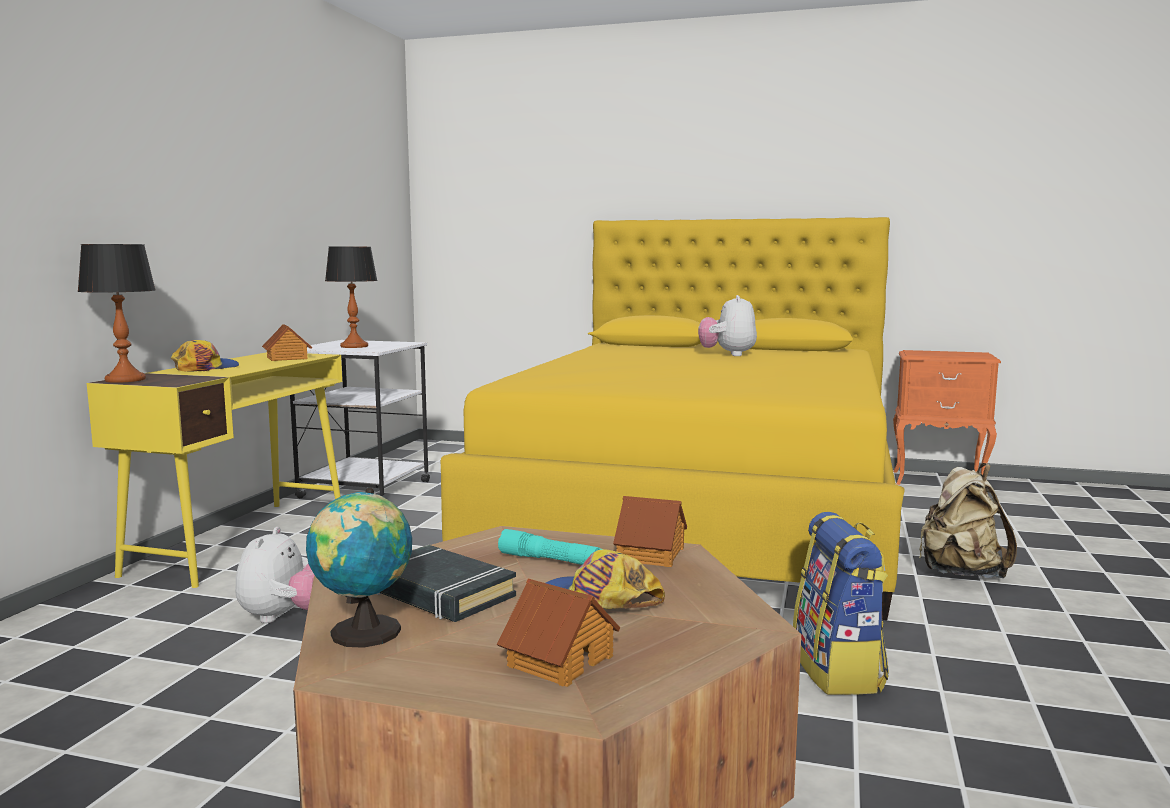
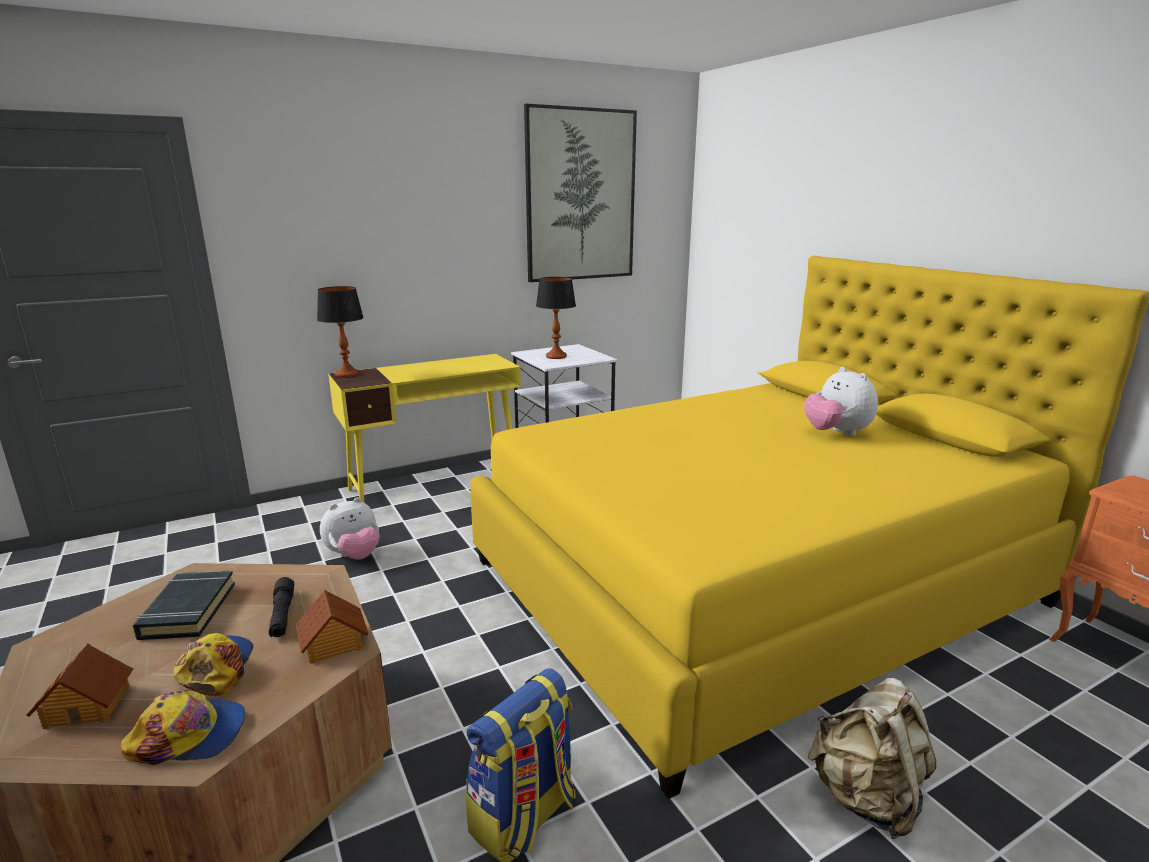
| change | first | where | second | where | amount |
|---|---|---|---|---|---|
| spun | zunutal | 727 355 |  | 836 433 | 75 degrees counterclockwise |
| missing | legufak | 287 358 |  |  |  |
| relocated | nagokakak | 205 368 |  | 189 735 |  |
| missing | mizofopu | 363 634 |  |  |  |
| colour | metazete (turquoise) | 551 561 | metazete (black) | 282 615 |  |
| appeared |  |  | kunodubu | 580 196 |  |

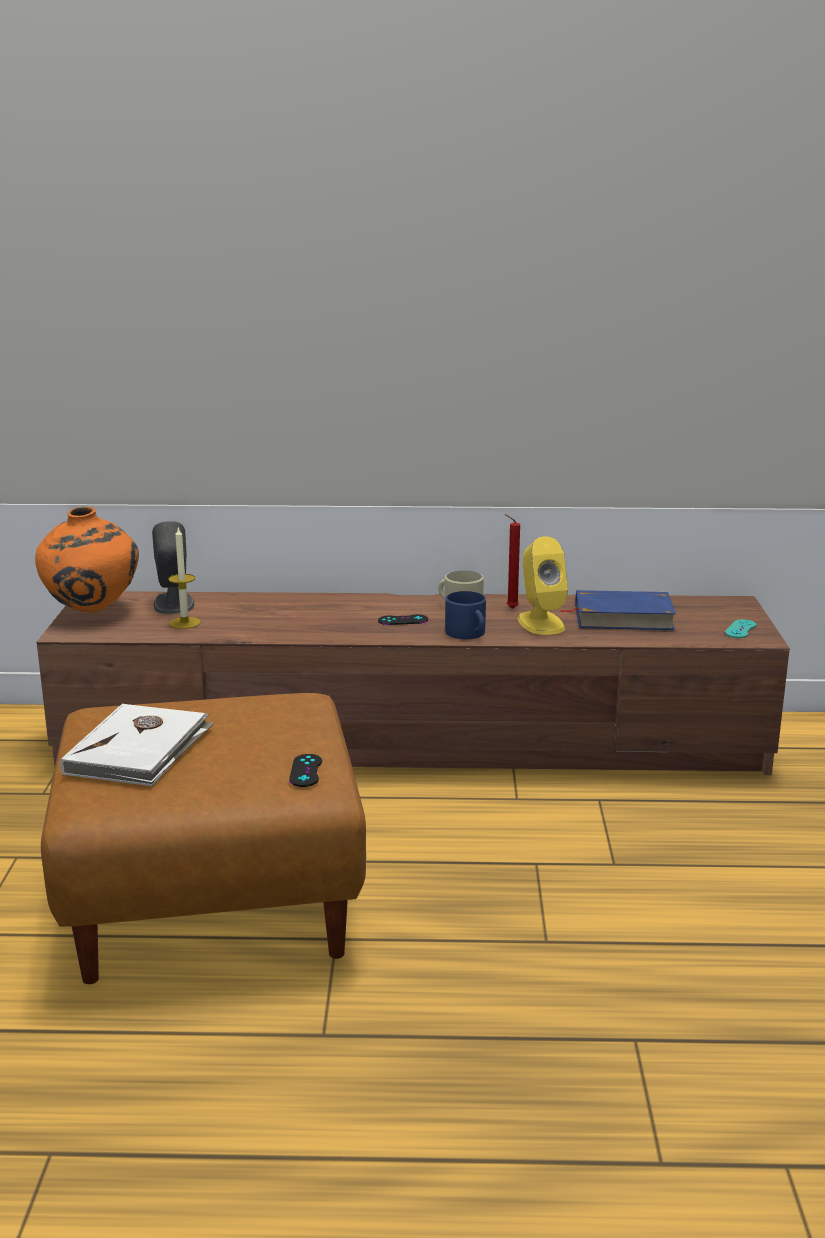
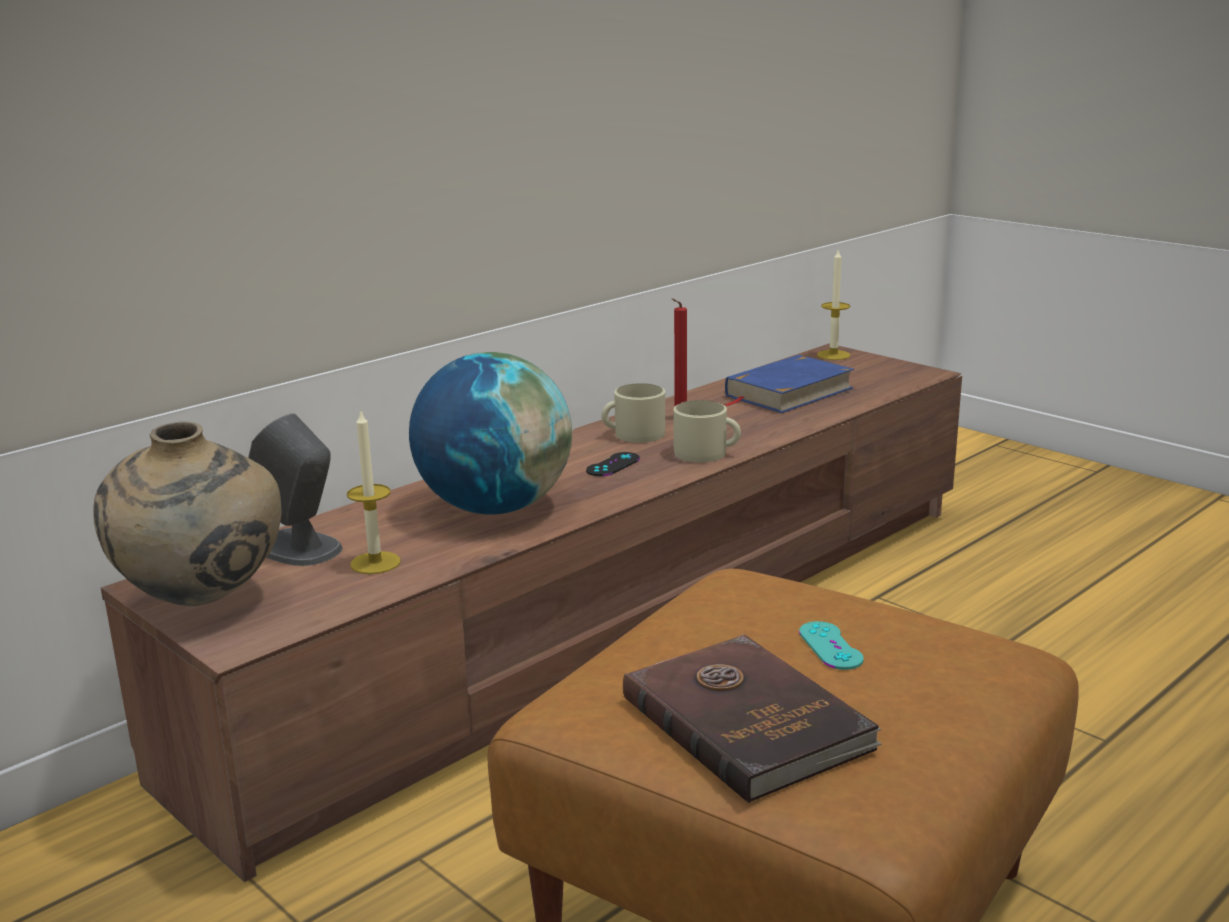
| change | first | where | second | where | amount |
|---|---|---|---|---|---|
| colour | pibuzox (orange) | 93 611 | pibuzox (beige) | 204 601 |  |
| missing | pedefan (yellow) | 540 623 |  |  |  |
| colour | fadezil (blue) | 468 633 | fadezil (beige) | 707 453 |  |
| relocated | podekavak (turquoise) | 740 629 |  | 830 646 |  |
| colour | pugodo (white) | 140 750 | pugodo (brown) | 747 720 |  |
| missing | podekavak (black) | 305 771 |  |  |  |
| appeared |  |  | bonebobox | 833 355 |  |
| appeared |  |  | mizofopu | 495 507 |  |

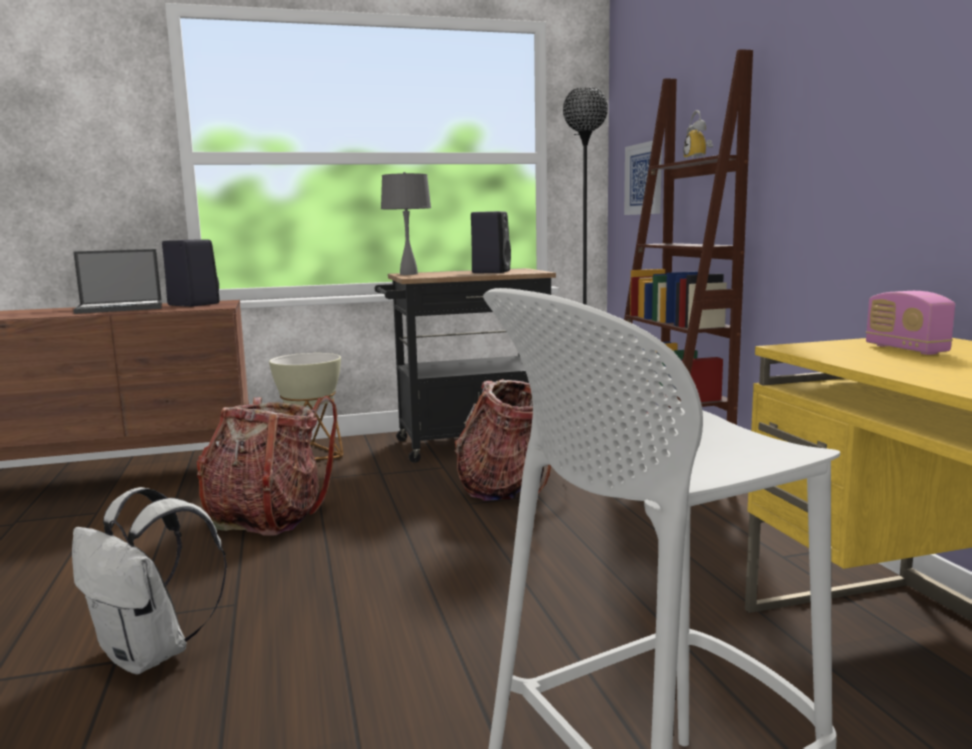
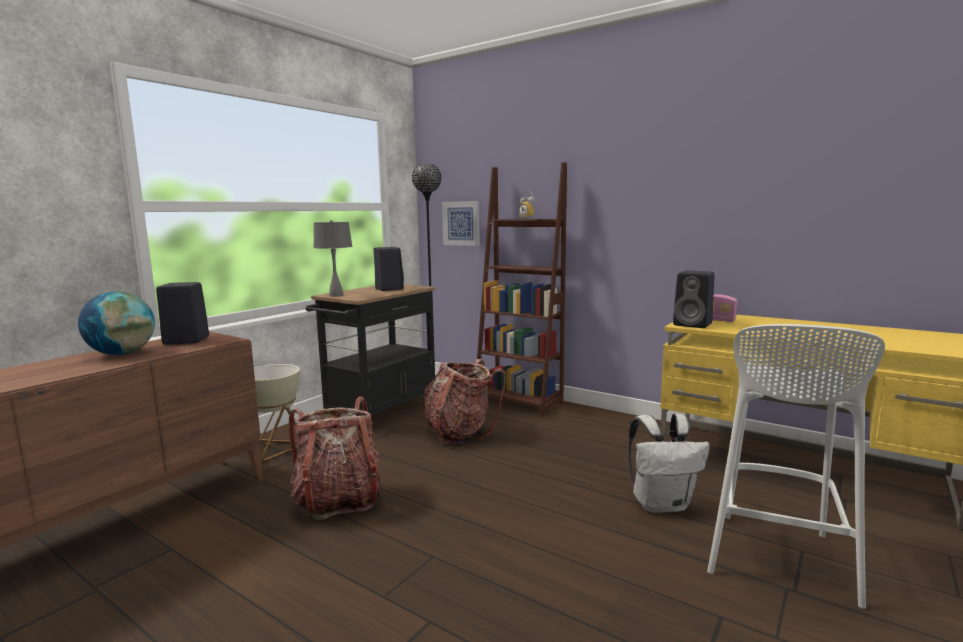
| change | first | where | second | where | amount |
|---|---|---|---|---|---|
| exchanged | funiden | 121 308 | mizofopu | 122 354 |  |
| relocated | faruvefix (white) | 151 654 |  | 662 504 |  |
| appeared |  |  | pedefan (black) | 694 324 |  |

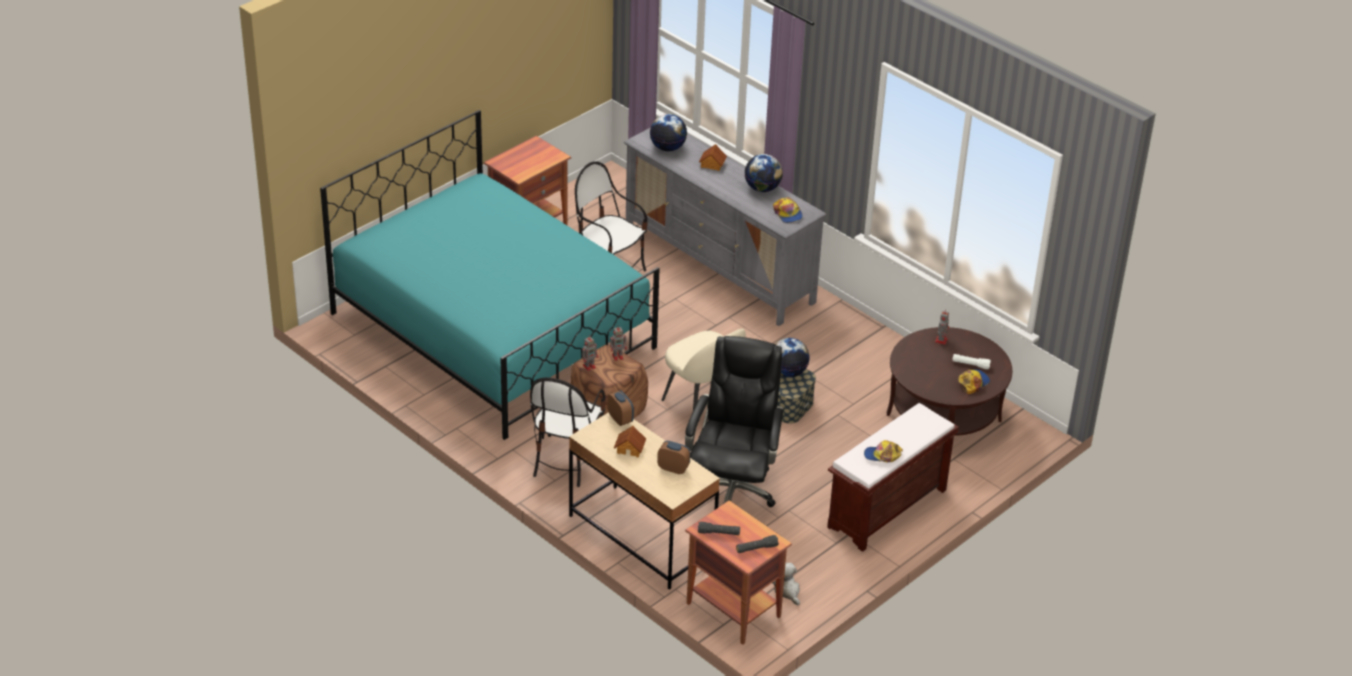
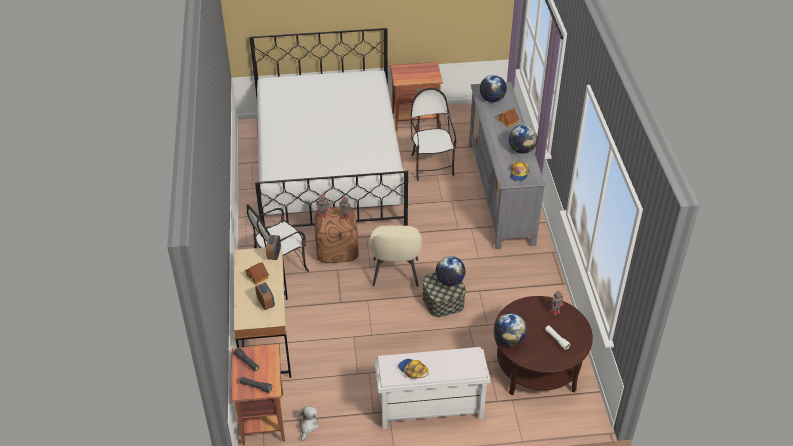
| change | first | where | second | where | amount |
|---|---|---|---|---|---|
| colour | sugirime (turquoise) | 492 330 | sugirime (white) | 329 169 |  |
| missing | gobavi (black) | 732 491 |  |  |  |
| missing | nagokakak | 973 382 |  |  |  |
| colour | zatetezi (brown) | 886 510 | zatetezi (white) | 429 409 |  |
| appeared |  |  | mizofopu | 509 340 |  |

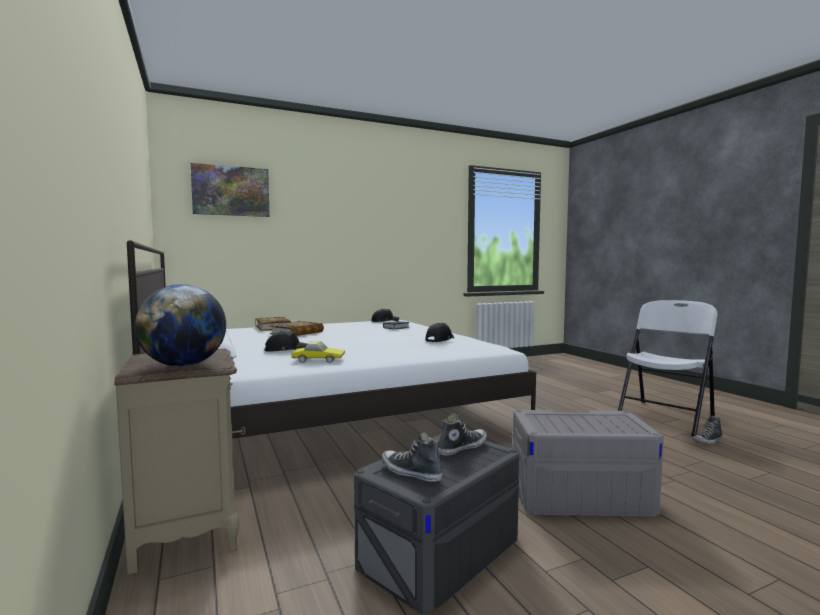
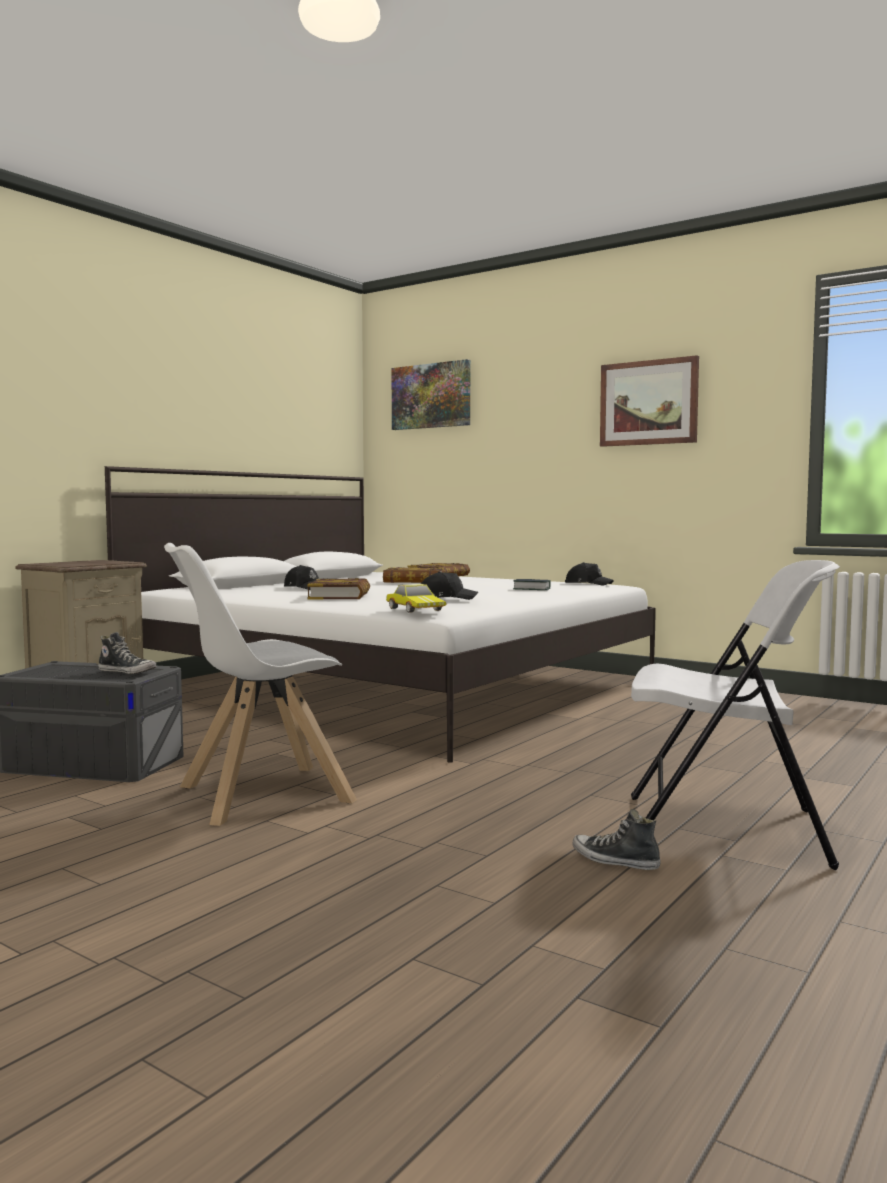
| change | first | where | second | where | amount |
|---|---|---|---|---|---|
| missing | mizofopu | 184 365 |  |  |  |
| relocated | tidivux | 318 359 |  | 416 609 |  |
| exchanged | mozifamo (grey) | 580 495 | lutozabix | 260 795 |  |
| missing | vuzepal | 410 472 |  |  |  |
| appeared |  |  | kunodubu | 648 403 |  |
| appeared |  |  | pugodo | 340 596 |  |

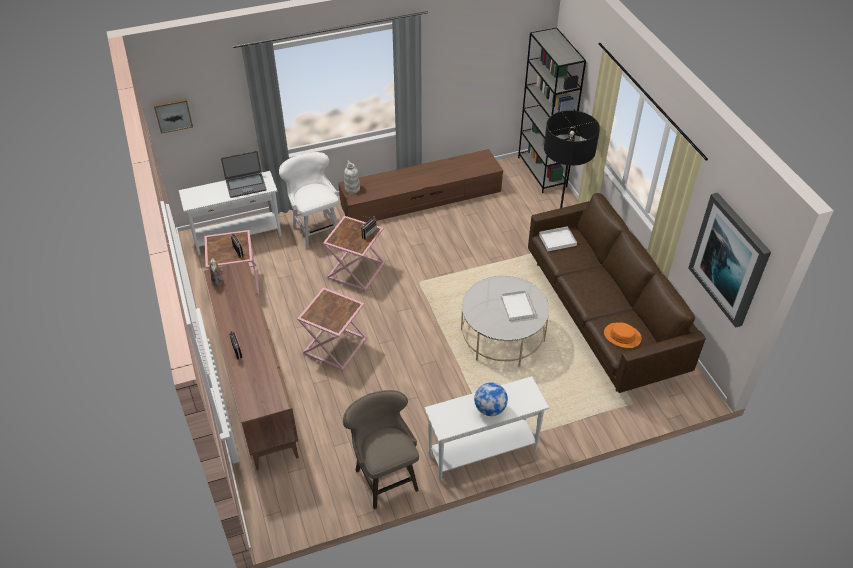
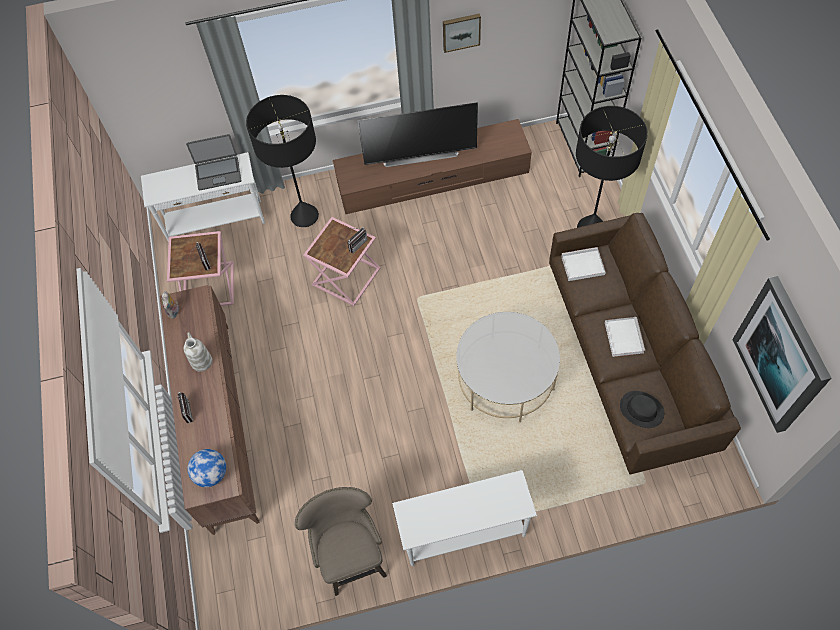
| change | first | where | second | where | amount |
|---|---|---|---|---|---|
| relocated | kunodubu | 173 115 |  | 461 31 |  |
| exchanged | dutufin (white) | 315 230 | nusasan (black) | 305 217 |  |
| relocated | pibuzox (white) | 352 189 |  | 201 361 |  |
| missing | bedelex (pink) | 335 347 |  |  |  |
| relocated | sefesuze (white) | 517 306 |  | 623 337 |  |
| colour | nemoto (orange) | 622 336 | nemoto (black) | 641 410 |  |
| relocated | mizofopu | 490 409 |  | 211 474 |  |
| appeared |  |  | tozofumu | 420 154 |  |

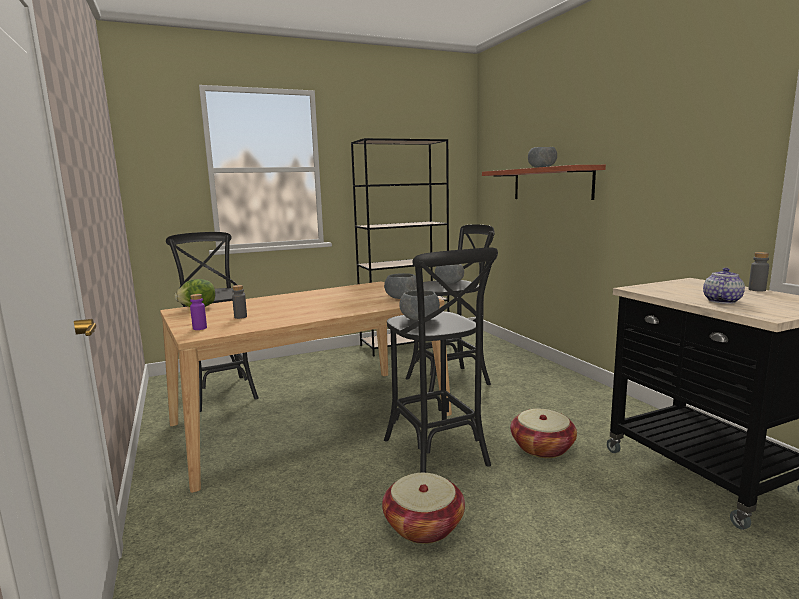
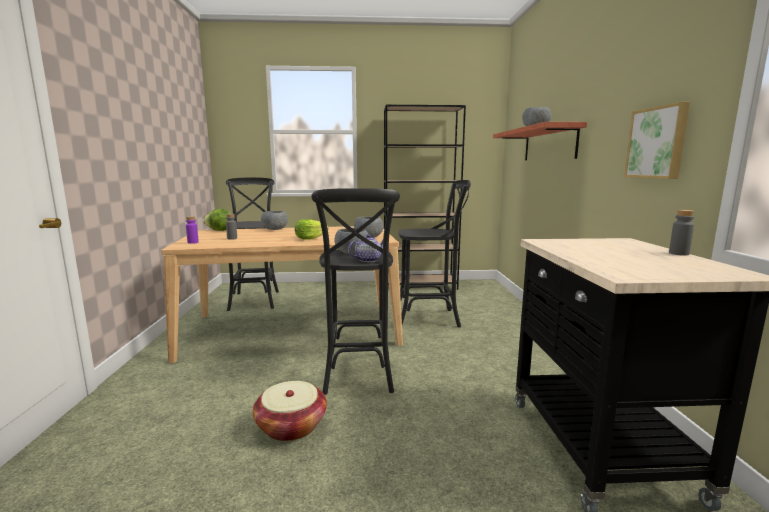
| change | first | where | second | where | amount |
|---|---|---|---|---|---|
| relocated | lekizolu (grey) | 449 283 |  | 275 229 |  |
| relocated | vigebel | 721 301 |  | 368 260 |  |
| missing | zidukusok | 542 448 |  |  |  |
| appeared |  |  | kunodubu | 657 143 |  |
| appeared |  |  | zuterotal | 310 238 |  |

